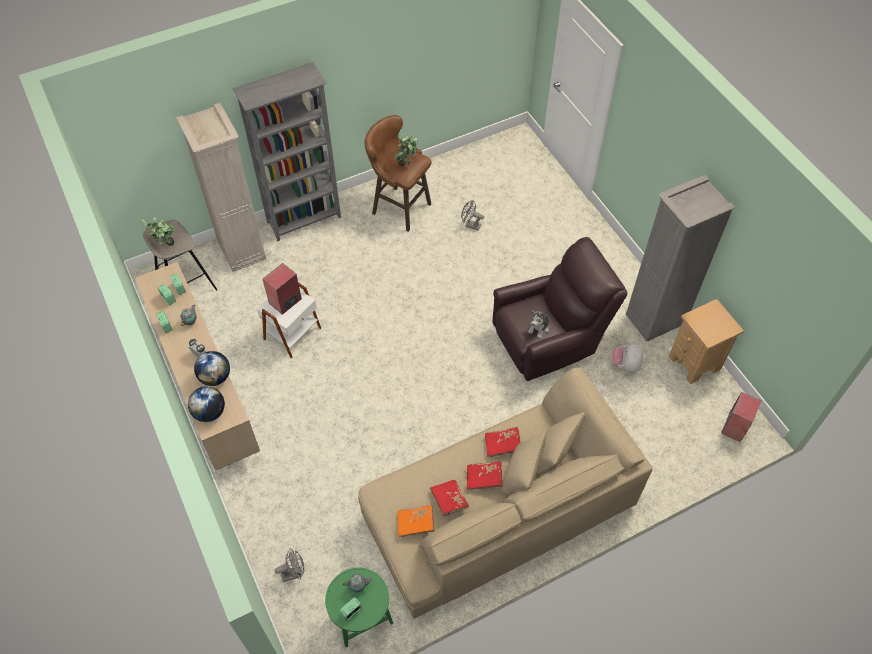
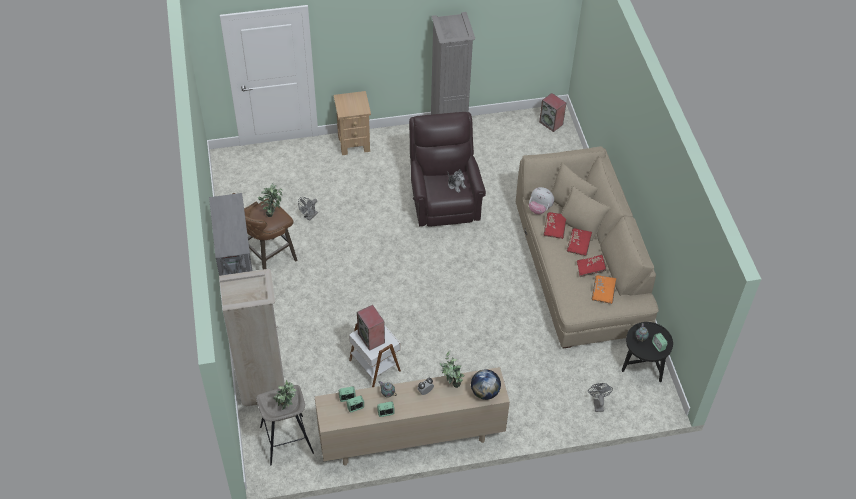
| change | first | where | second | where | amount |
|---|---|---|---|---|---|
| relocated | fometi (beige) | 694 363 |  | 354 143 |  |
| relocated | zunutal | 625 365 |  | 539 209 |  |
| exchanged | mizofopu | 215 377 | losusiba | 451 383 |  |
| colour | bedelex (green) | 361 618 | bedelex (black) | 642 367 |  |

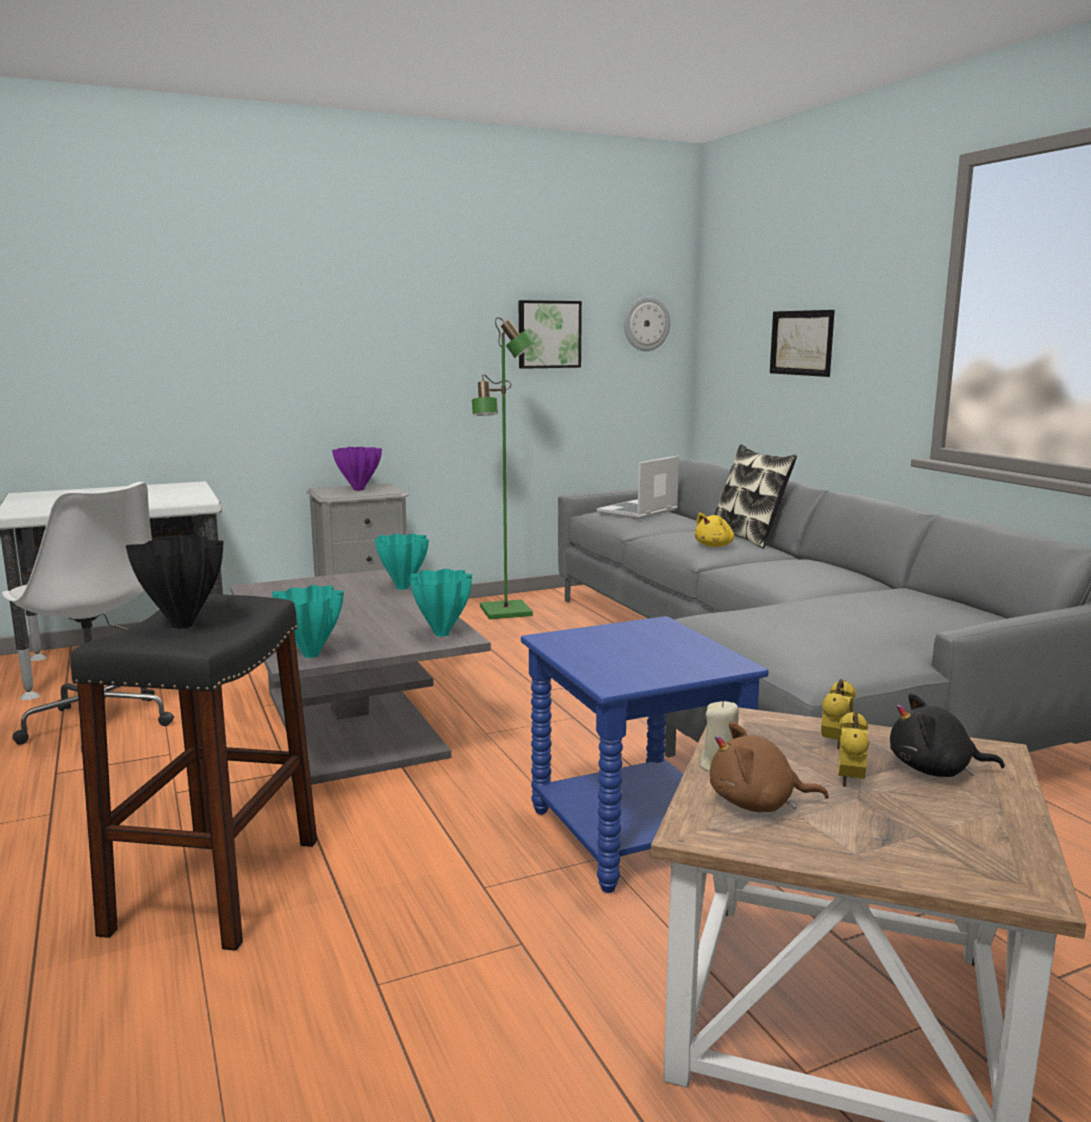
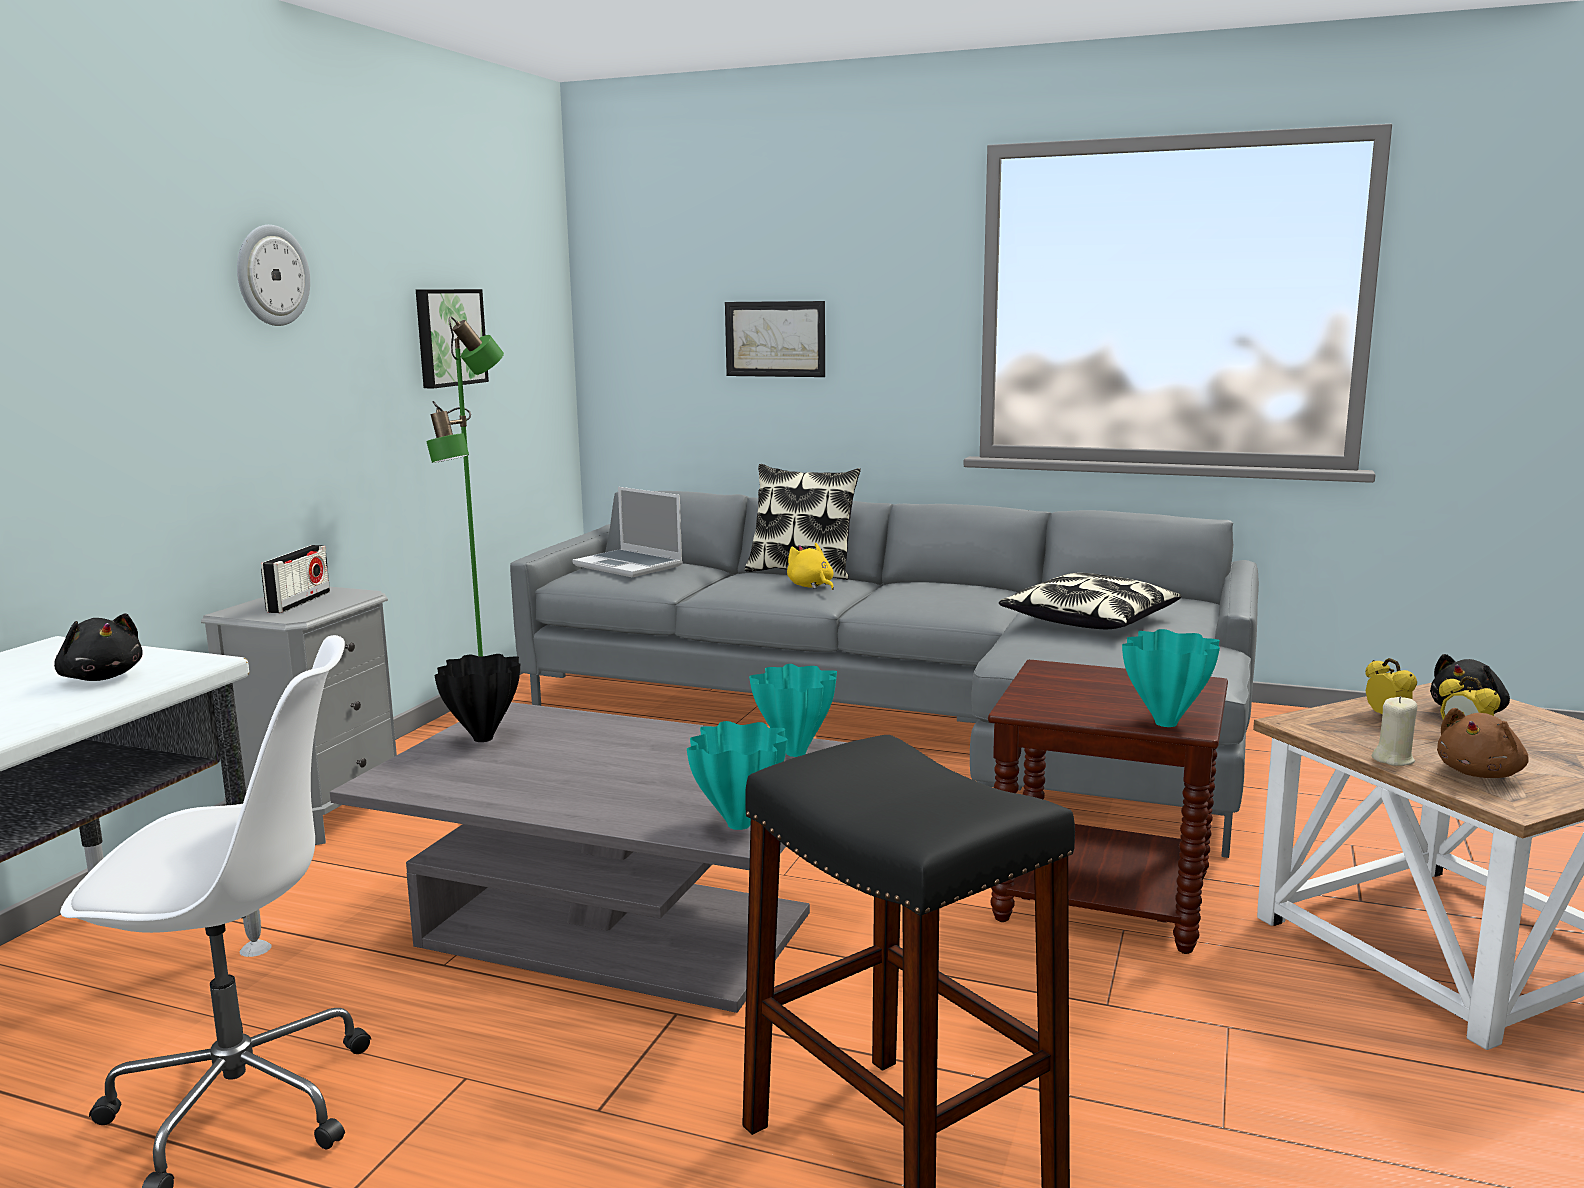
| change | first | where | second | where | amount |
|---|---|---|---|---|---|
| relocated | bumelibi | 646 323 |  | 271 275 |  |
| exchanged | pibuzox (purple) | 357 490 | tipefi | 299 602 |  |
| spun | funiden | 638 512 |  | 630 566 | 45 degrees counterclockwise |
| spun | zunutal (yellow) | 715 546 |  | 811 586 | 150 degrees clockwise |
| relocated | pibuzox (turquoise) | 403 588 |  | 1168 723 |  |
| relocated | pibuzox (black) | 184 625 |  | 485 738 |  |
| colour | bedelex (blue) | 635 834 | bedelex (brown) | 1103 898 |  |
| appeared |  |  | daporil | 1089 620 |  |
| appeared |  |  | zunutal (black) | 101 677 |  |

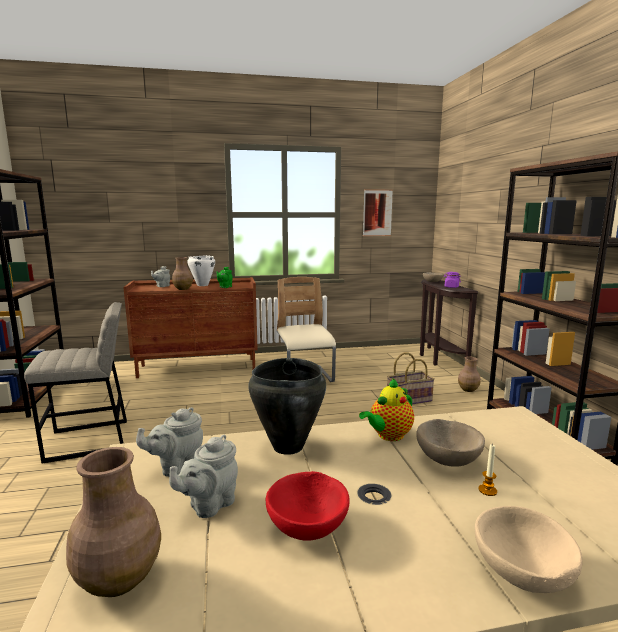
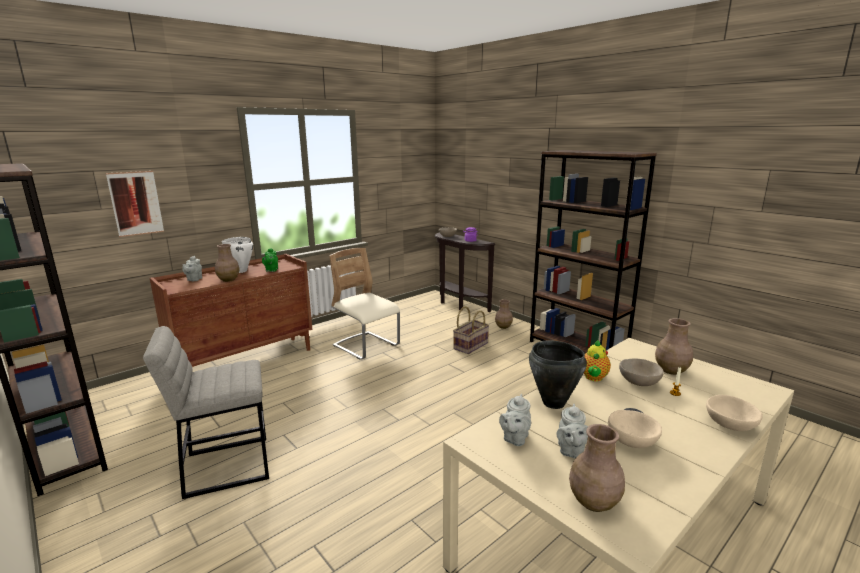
| change | first | where | second | where | amount |
|---|---|---|---|---|---|
| relocated | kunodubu | 377 213 |  | 136 203 |  |
| spun | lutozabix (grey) | 90 440 |  | 224 467 | 150 degrees counterclockwise |
| colour | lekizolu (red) | 308 527 | lekizolu (beige) | 632 442 |  |
| appeared |  |  | pibuzox (brown) | 671 370 |  |

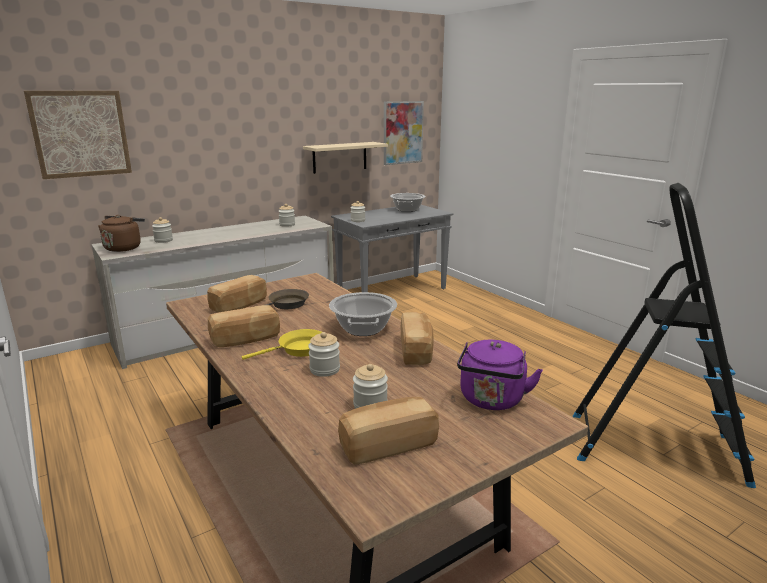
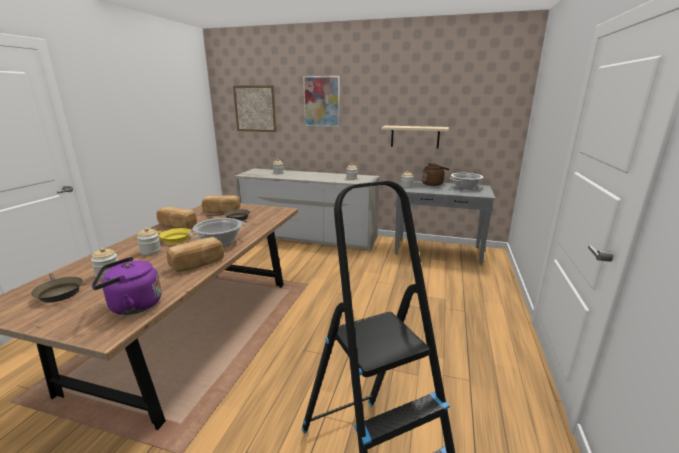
| change | first | where | second | where | amount |
|---|---|---|---|---|---|
| relocated | kunodubu | 402 132 |  | 322 101 |  |
| relocated | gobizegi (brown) | 124 248 |  | 433 184 |  |
| exchanged | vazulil | 387 444 | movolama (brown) | 59 293 |  |

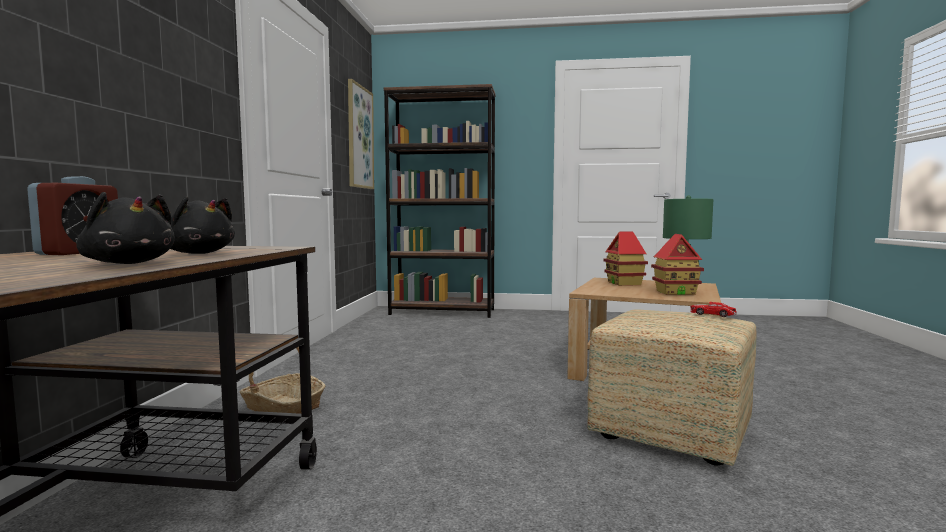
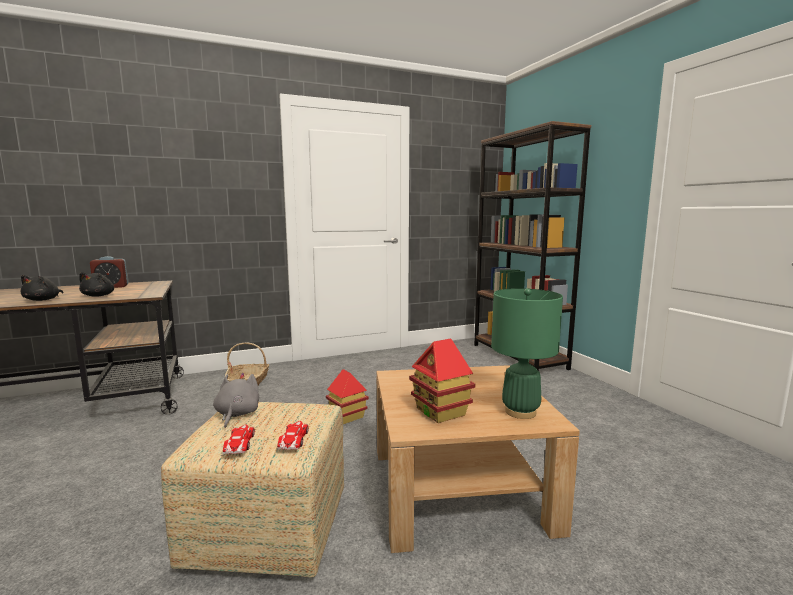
| change | first | where | second | where | amount |
|---|---|---|---|---|---|
| missing | kunodubu | 359 137 |  |  |  |
| relocated | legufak | 624 283 |  | 347 417 |  |
| appeared |  |  | zunutal (grey) | 236 414 |  |
| appeared |  |  | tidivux | 240 443 |  |

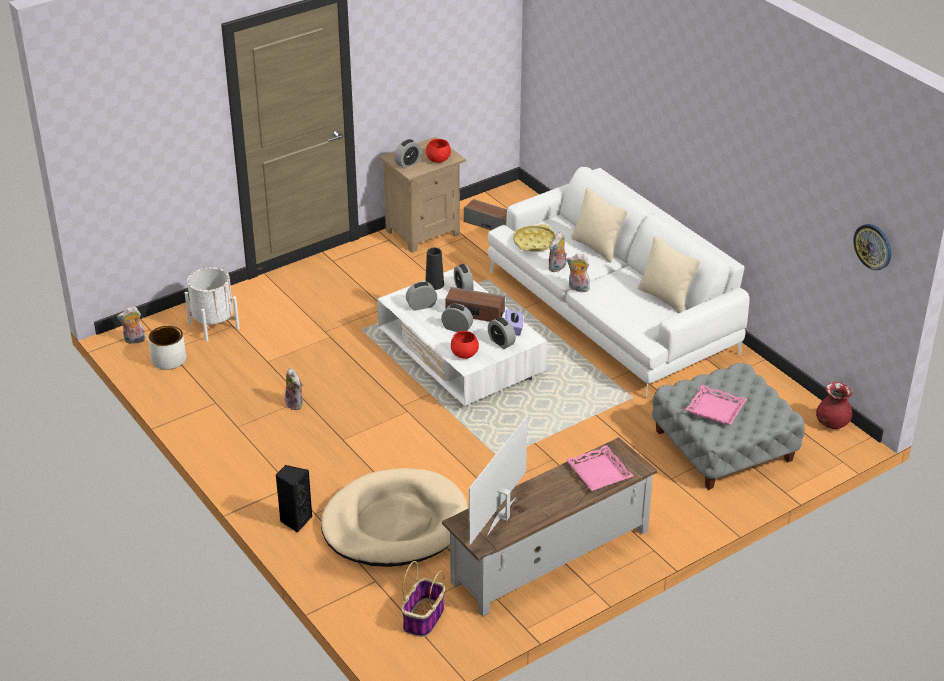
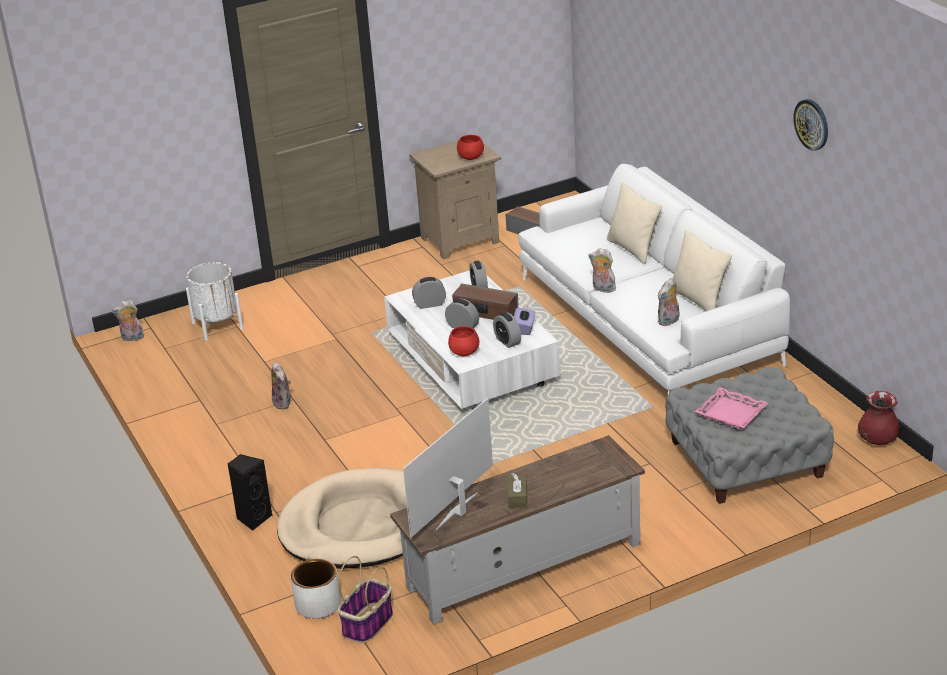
| change | first | where | second | where | amount |
|---|---|---|---|---|---|
| missing | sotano | 408 163 |  |  |  |
| missing | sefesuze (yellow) | 534 242 |  |  |  |
| relocated | bumelibi | 873 246 |  | 812 124 |  |
| relocated | zunutal | 557 268 |  | 669 321 |  |
| missing | pibuzox (black) | 434 284 |  |  |  |
| relocated | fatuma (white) | 168 360 |  | 318 604 |  |
| missing | sefesuze (pink) | 599 472 |  |  |  |
| appeared |  |  | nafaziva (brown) | 517 497 |  |

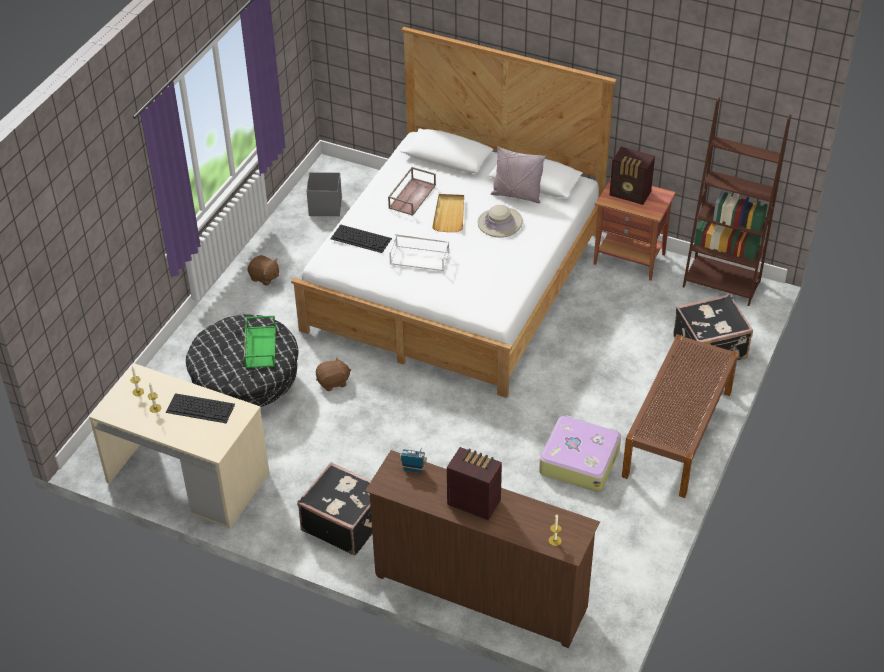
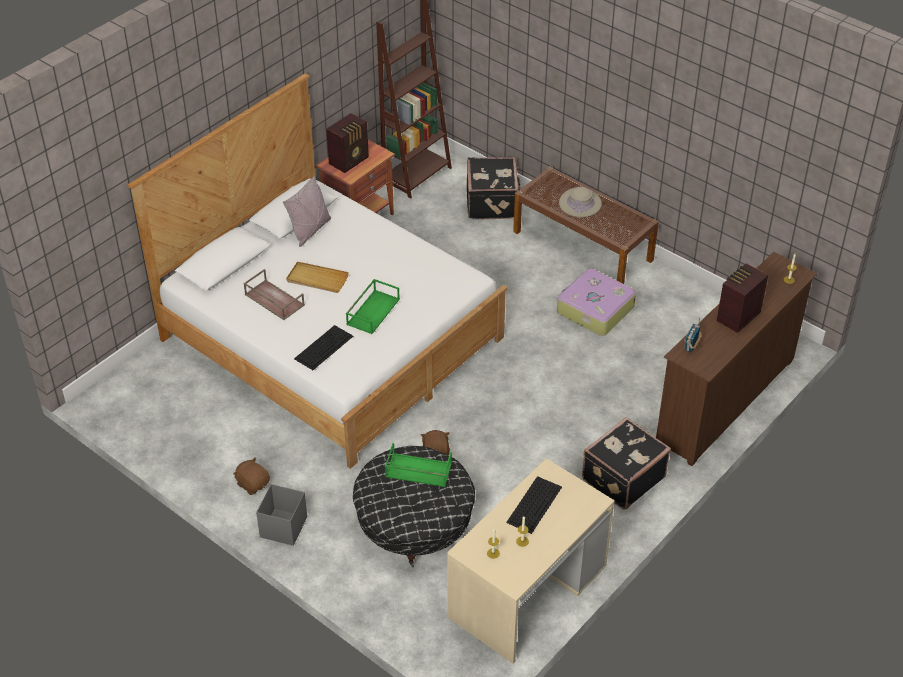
| change | first | where | second | where | amount |
|---|---|---|---|---|---|
| relocated | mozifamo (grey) | 325 207 |  | 283 528 |  |
| relocated | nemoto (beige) | 500 223 |  | 580 204 |  |
| colour | sefesuze (white) | 420 258 | sefesuze (green) | 373 311 |  |
| spun | zunutal (brown) | 264 277 |  | 253 484 | 90 degrees counterclockwise |

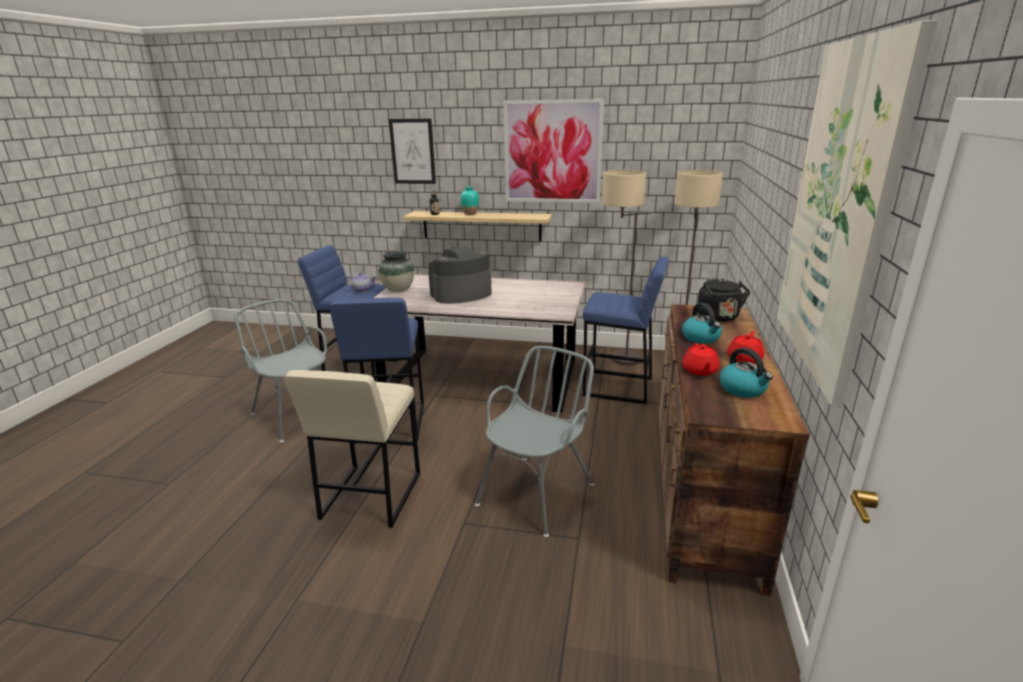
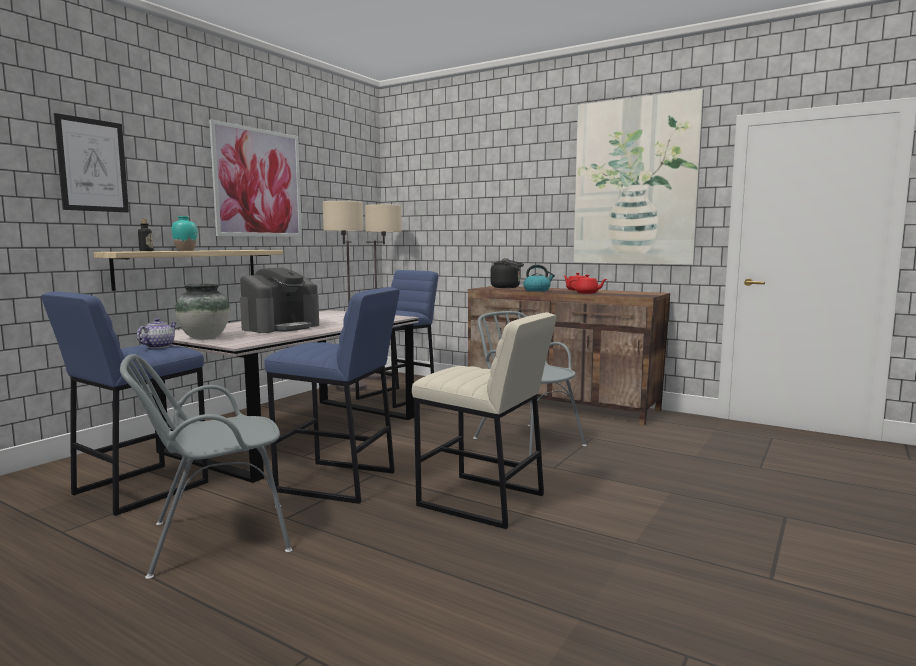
| change | first | where | second | where | amount |
|---|---|---|---|---|---|
| spun | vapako | 461 294 |  | 281 327 | 135 degrees counterclockwise |
| missing | gobizegi | 743 389 |  |  |  |

